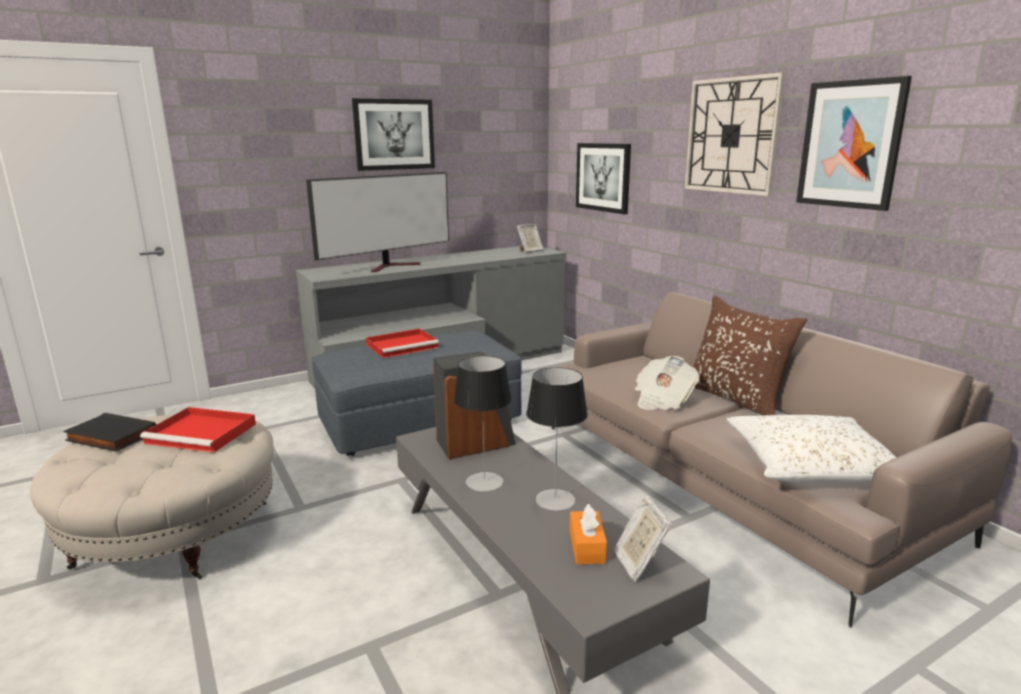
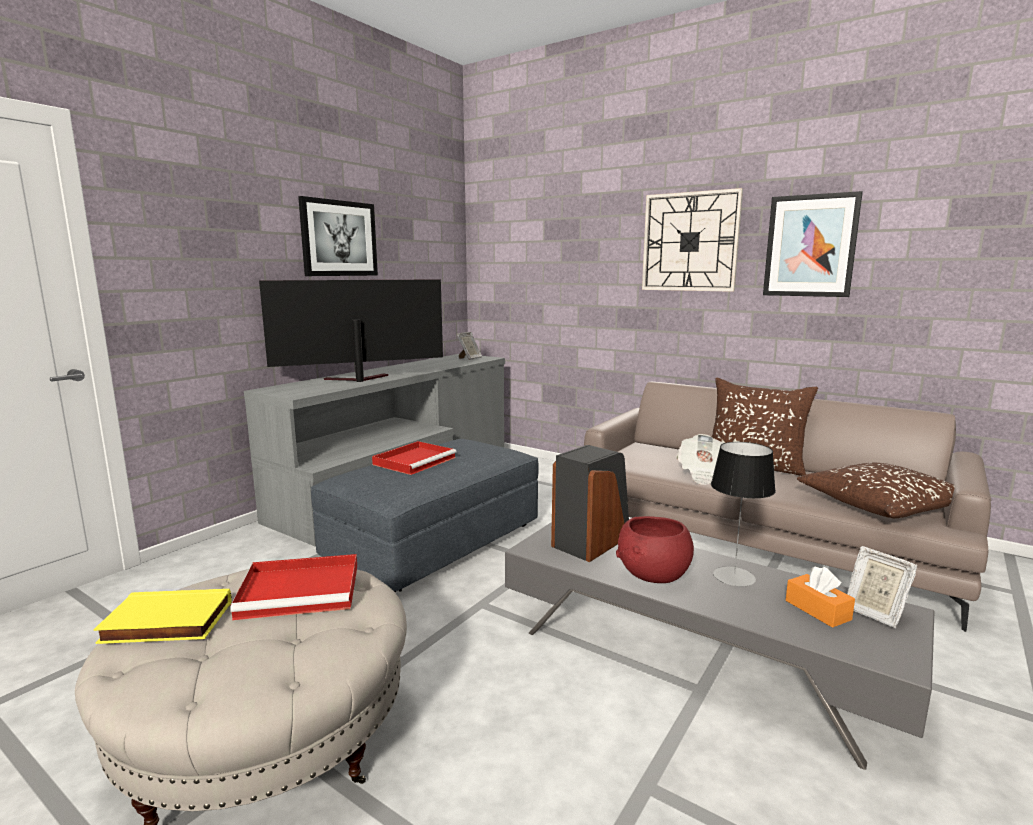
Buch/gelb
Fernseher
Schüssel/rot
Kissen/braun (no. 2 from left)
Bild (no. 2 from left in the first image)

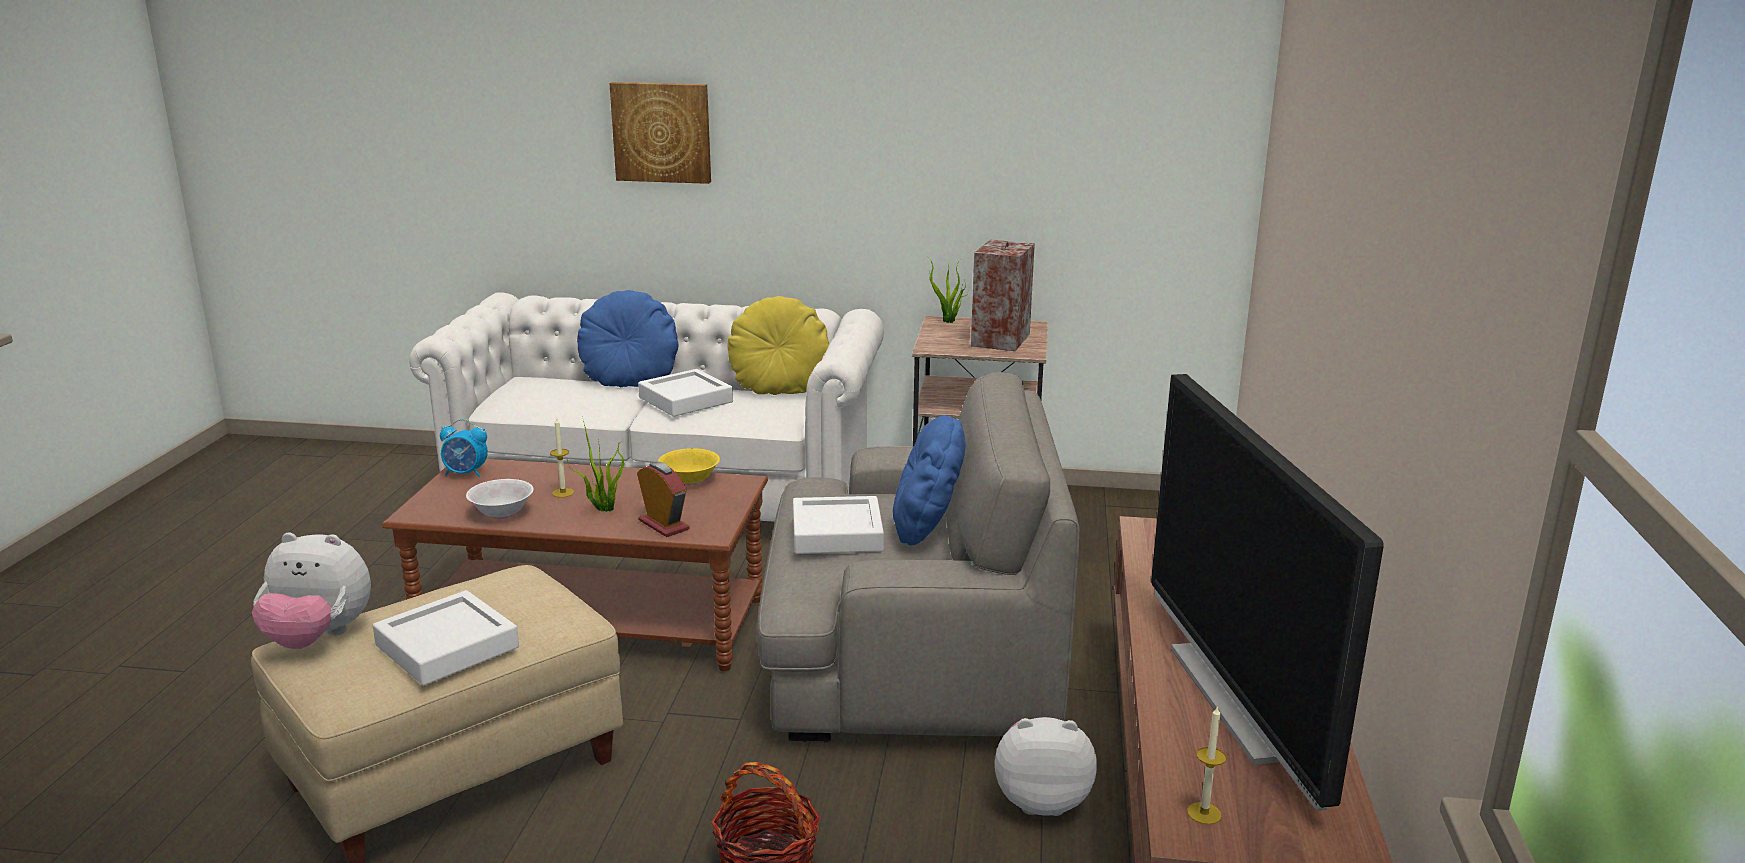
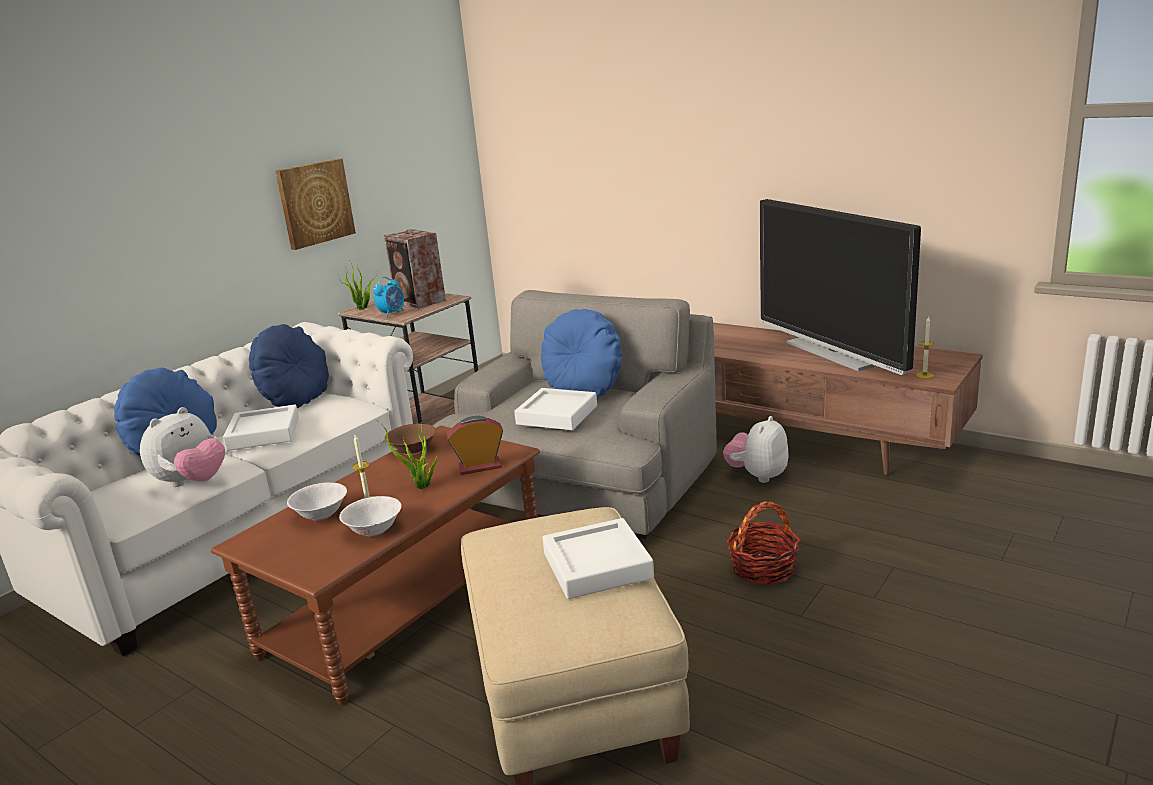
Plüschtier (no. 1 from left)
Kissen/blau (no. 2 from left)
Bild
Schüssel/weiß (no. 1 from left)
Wecker (no. 1 from left)
Schüssel/braun
Fernseher

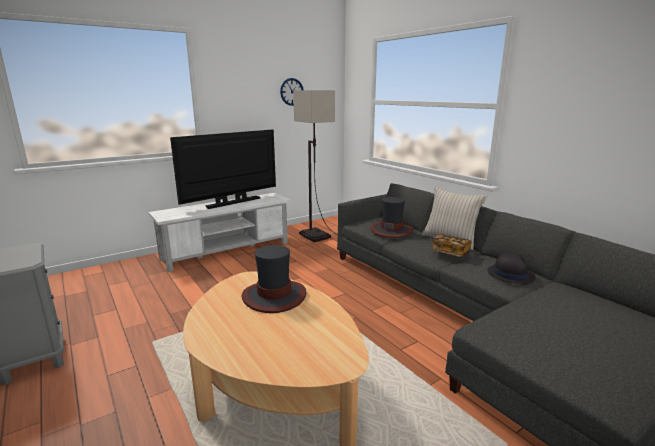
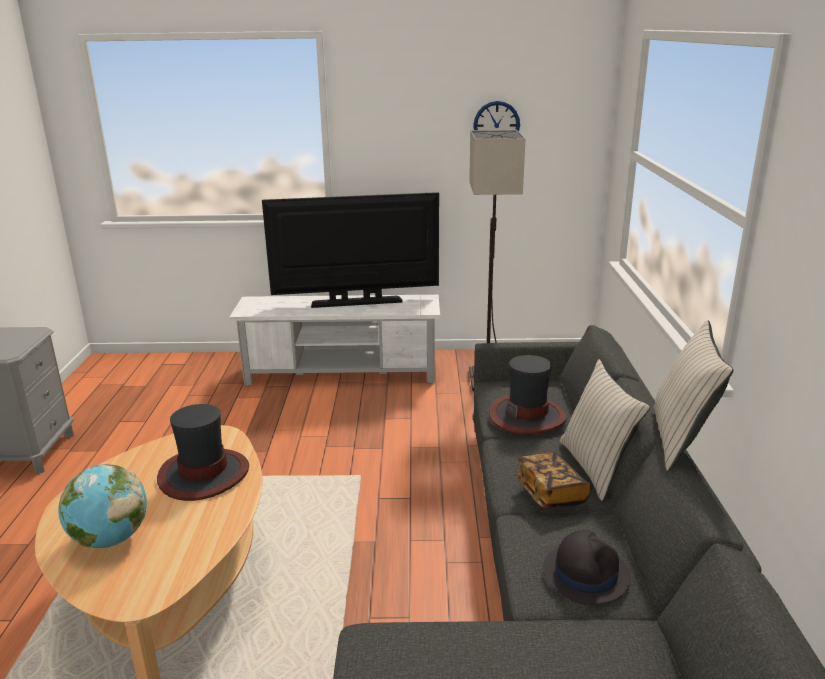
Globus
Kissen/beige (no. 2 from left)

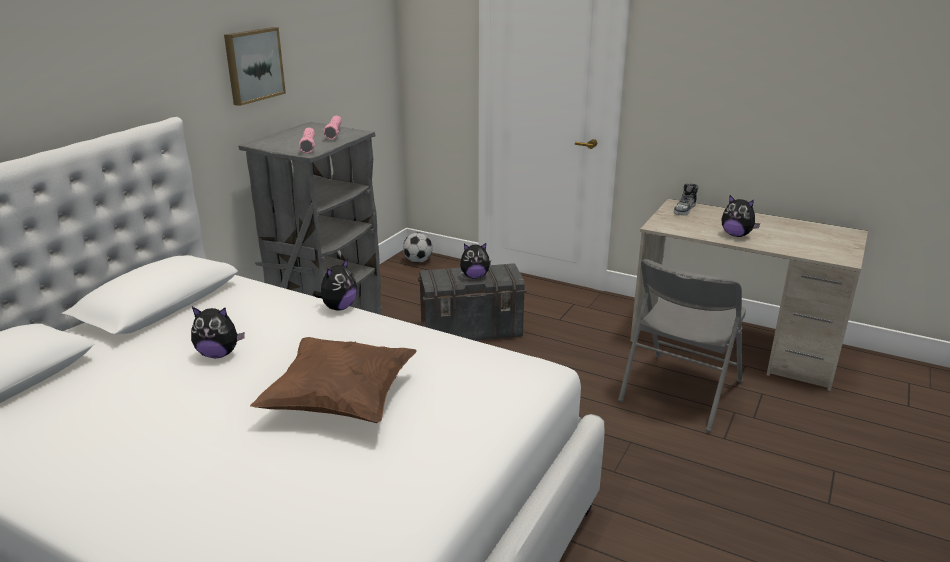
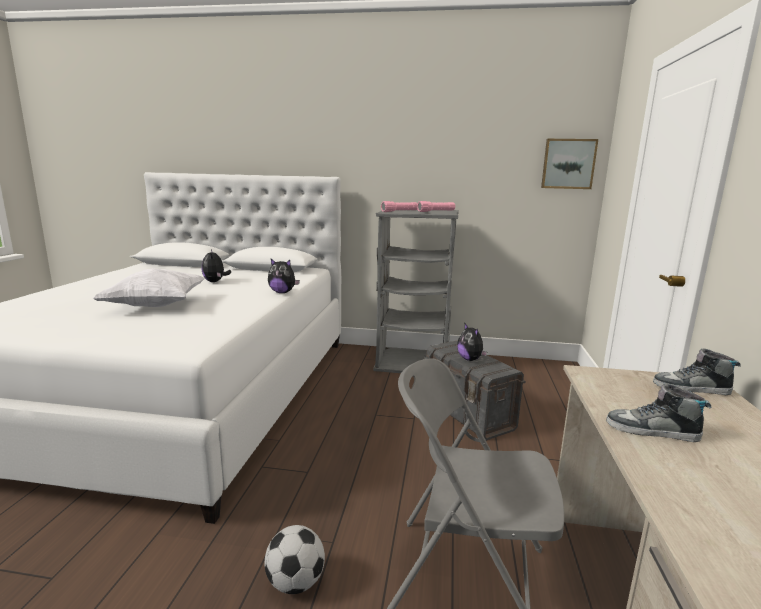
Kissen/weiß
Fußball
Bild
Schuh (no. 1 from left)

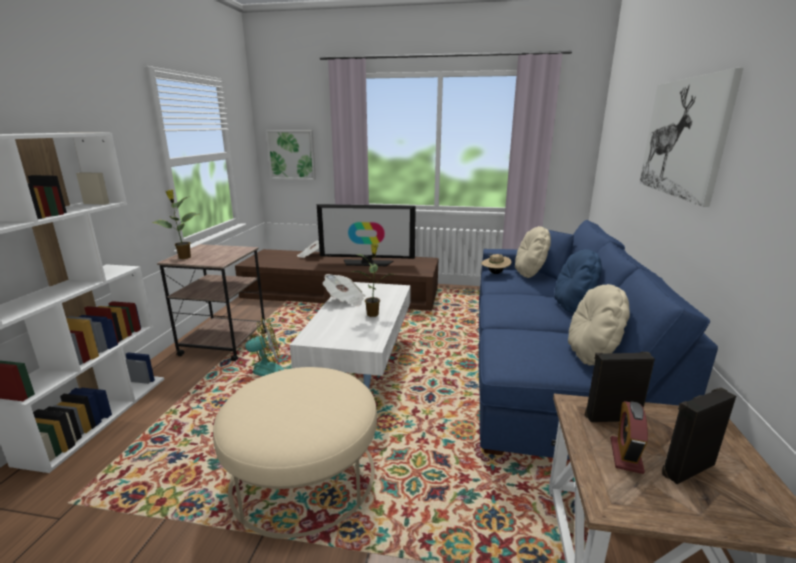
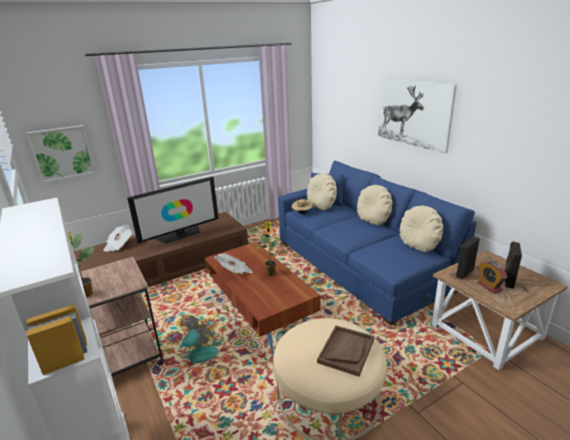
Couchtisch/braun
Tablett/braun
Kissen/beige (no. 2 from left)

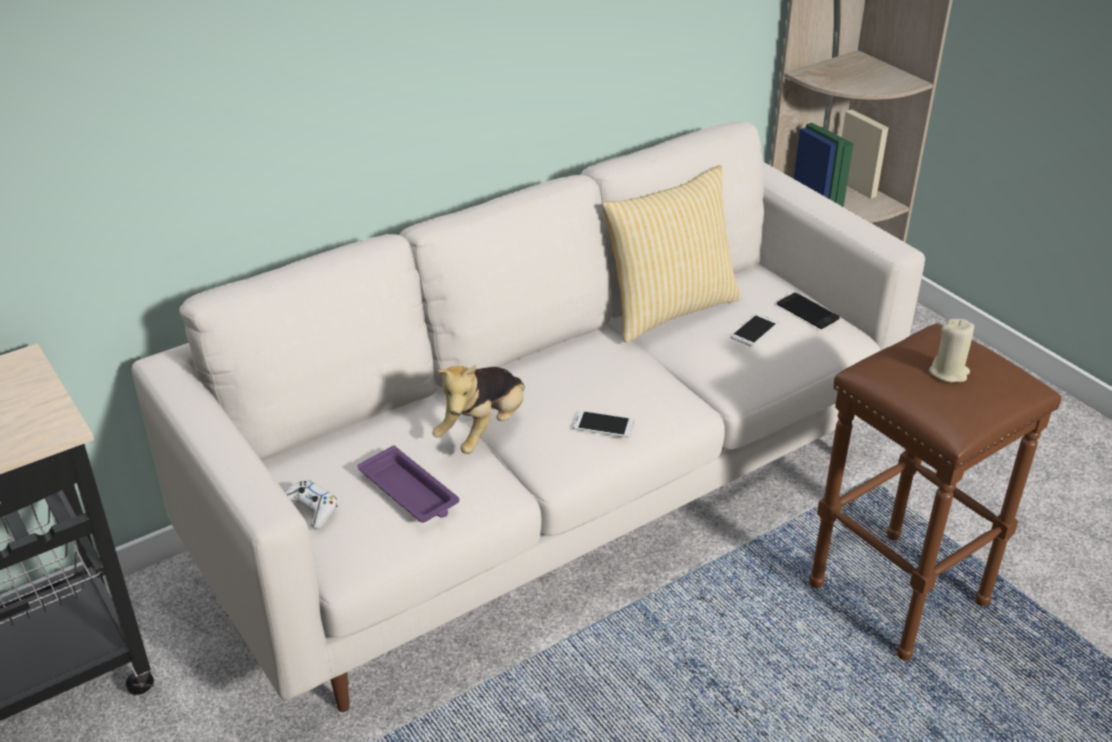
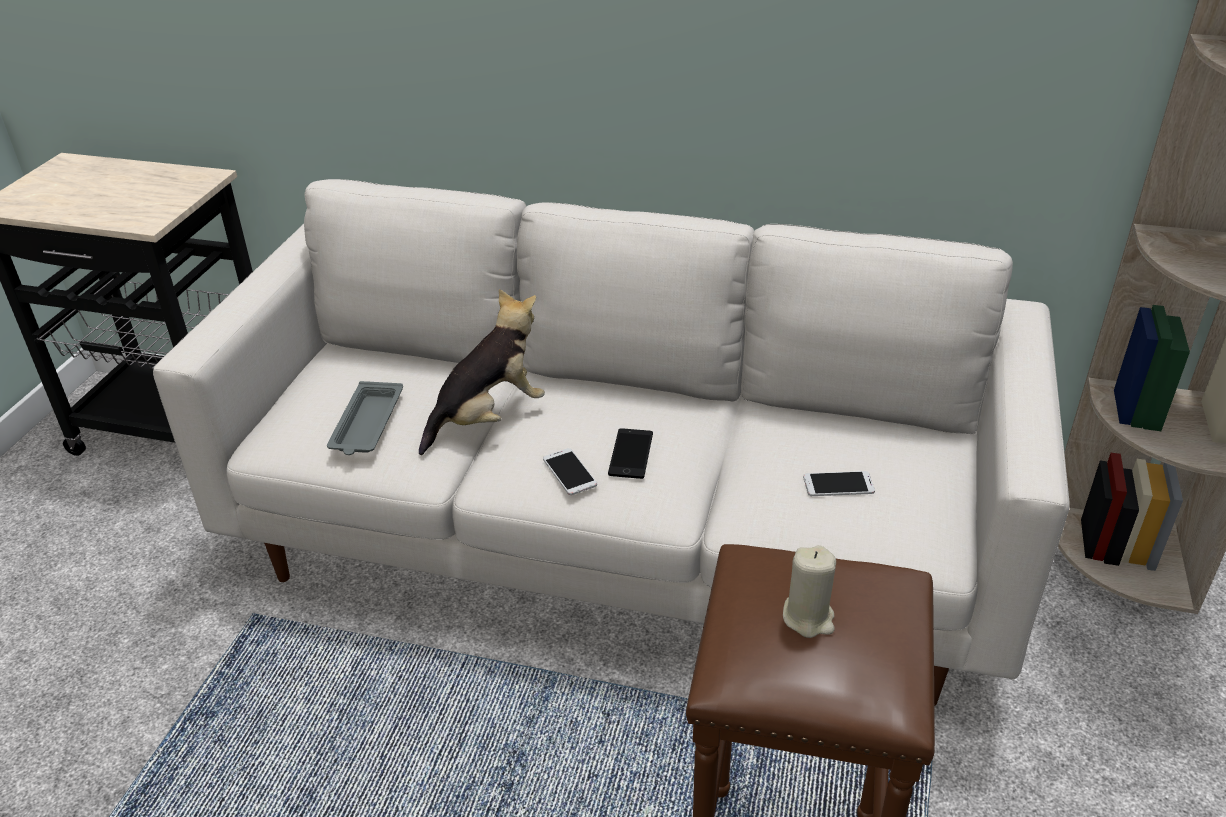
Tablett/grau
Plüschtier
Handy (no. 2 from left)
Gamepad/weiß
Kissen

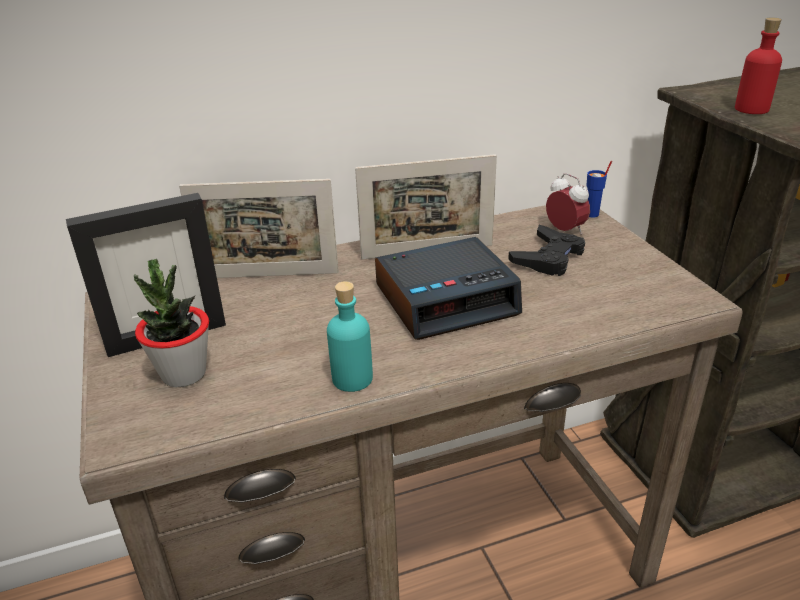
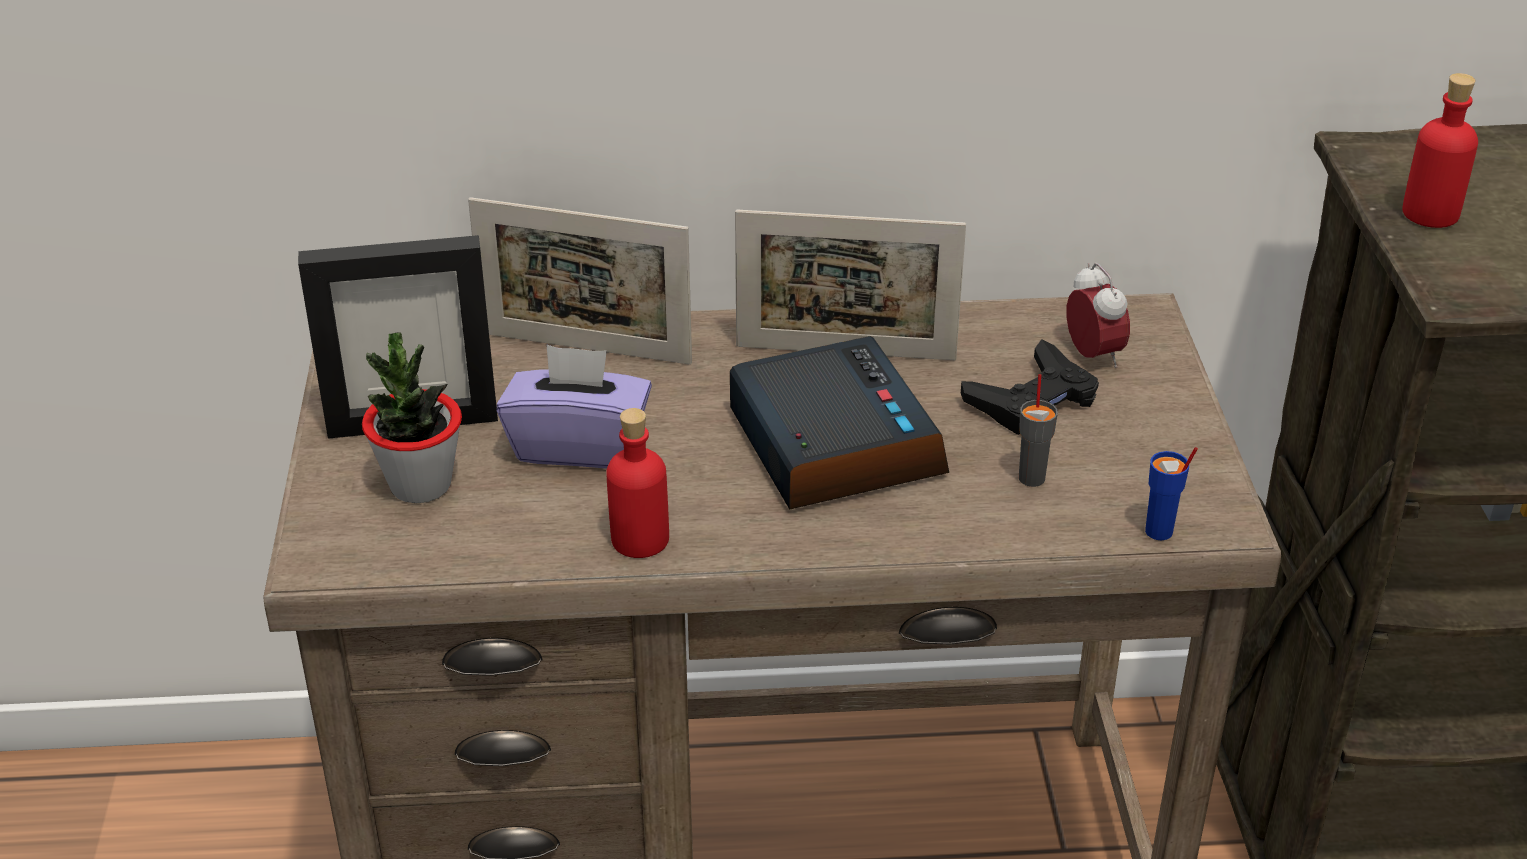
Taschentuchbox/lila
Flasche/rot (no. 1 from left)
Wecker (no. 1 from left)
Tasse/grau
Tasse/blau

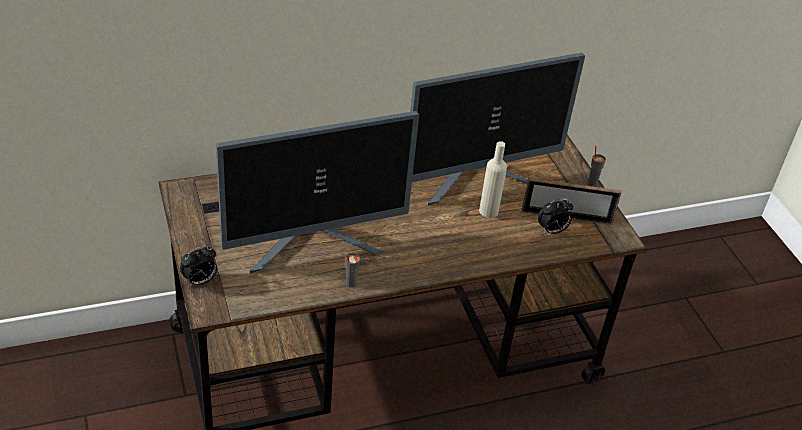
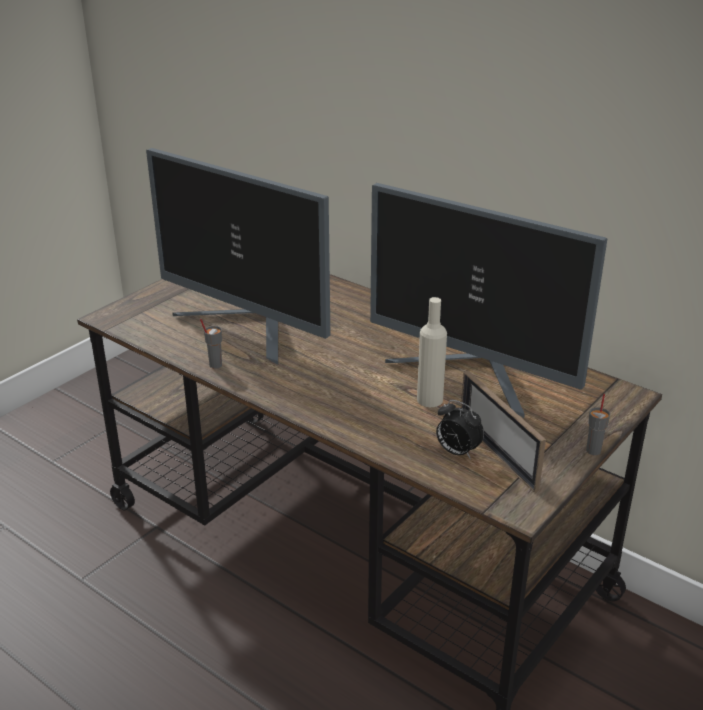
Wecker (no. 1 from left in the first image)

